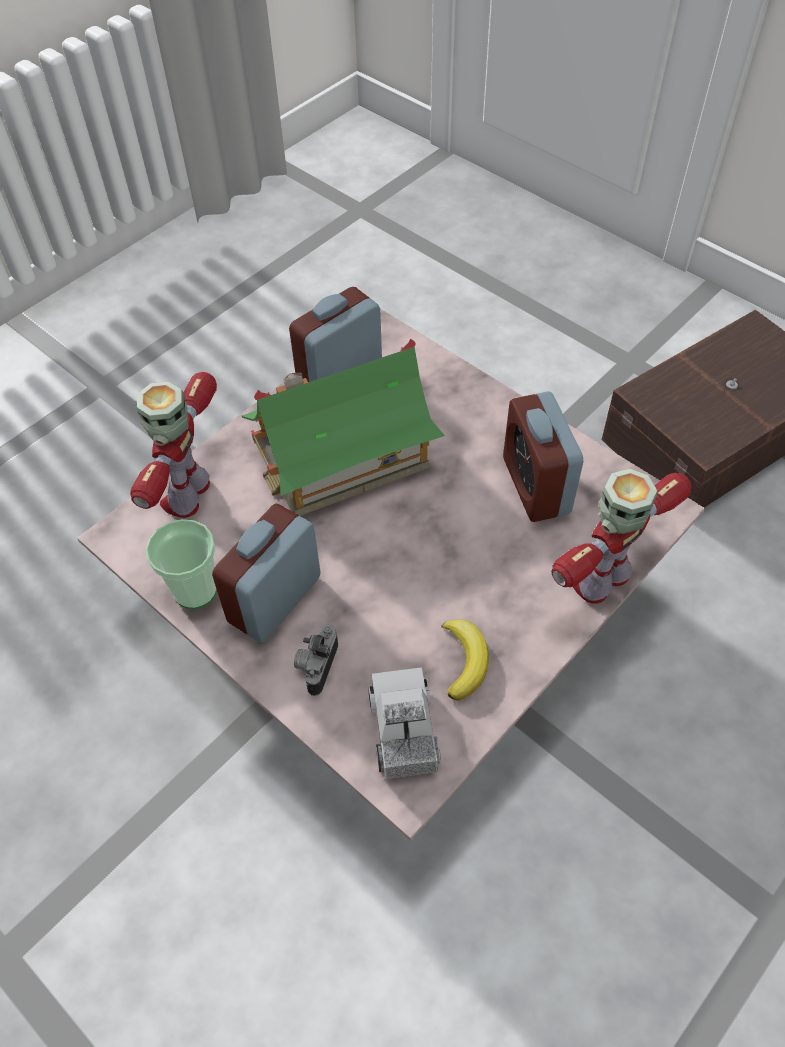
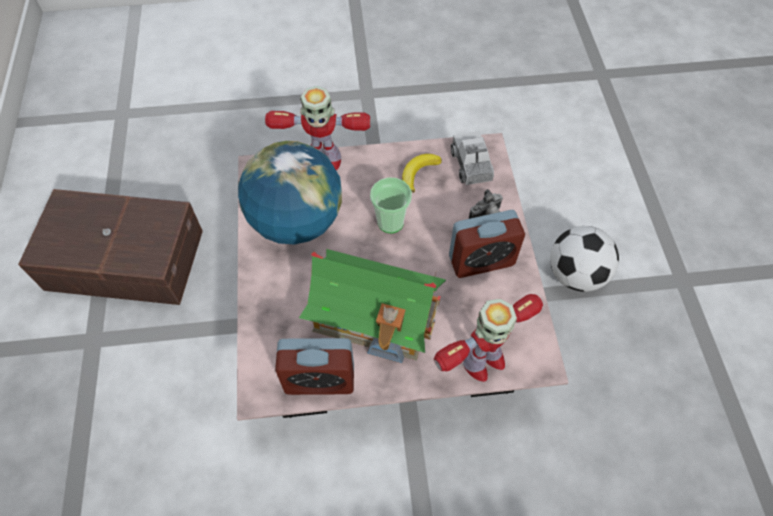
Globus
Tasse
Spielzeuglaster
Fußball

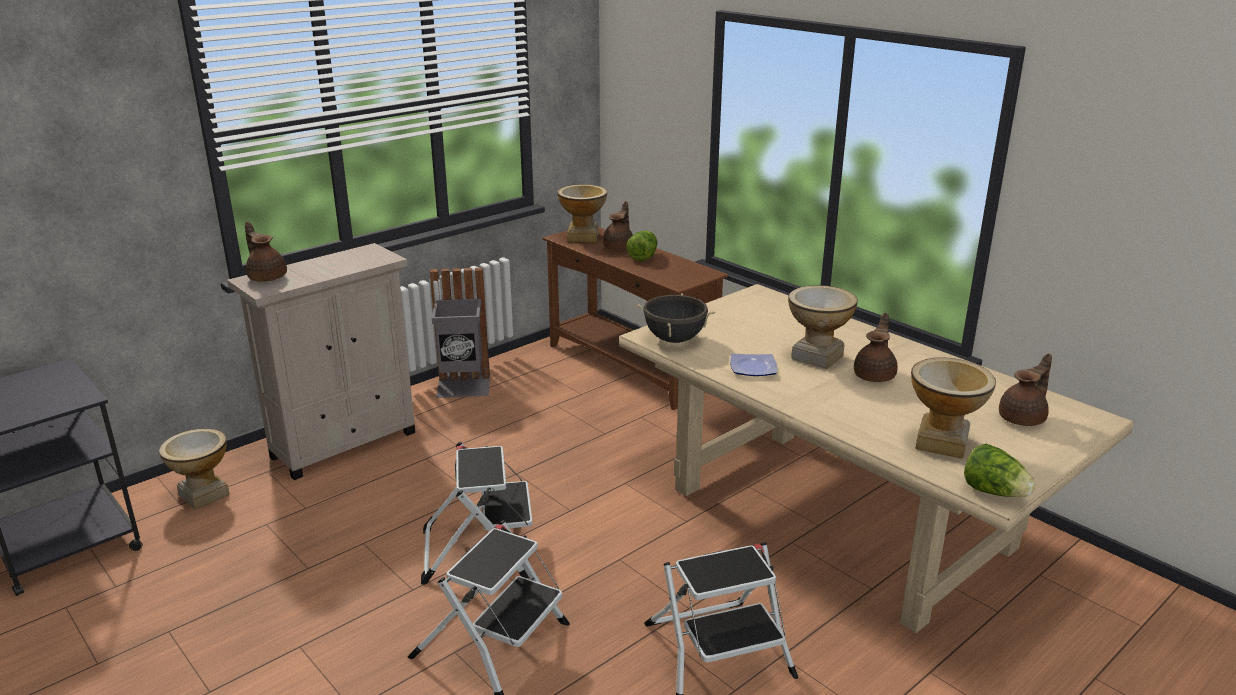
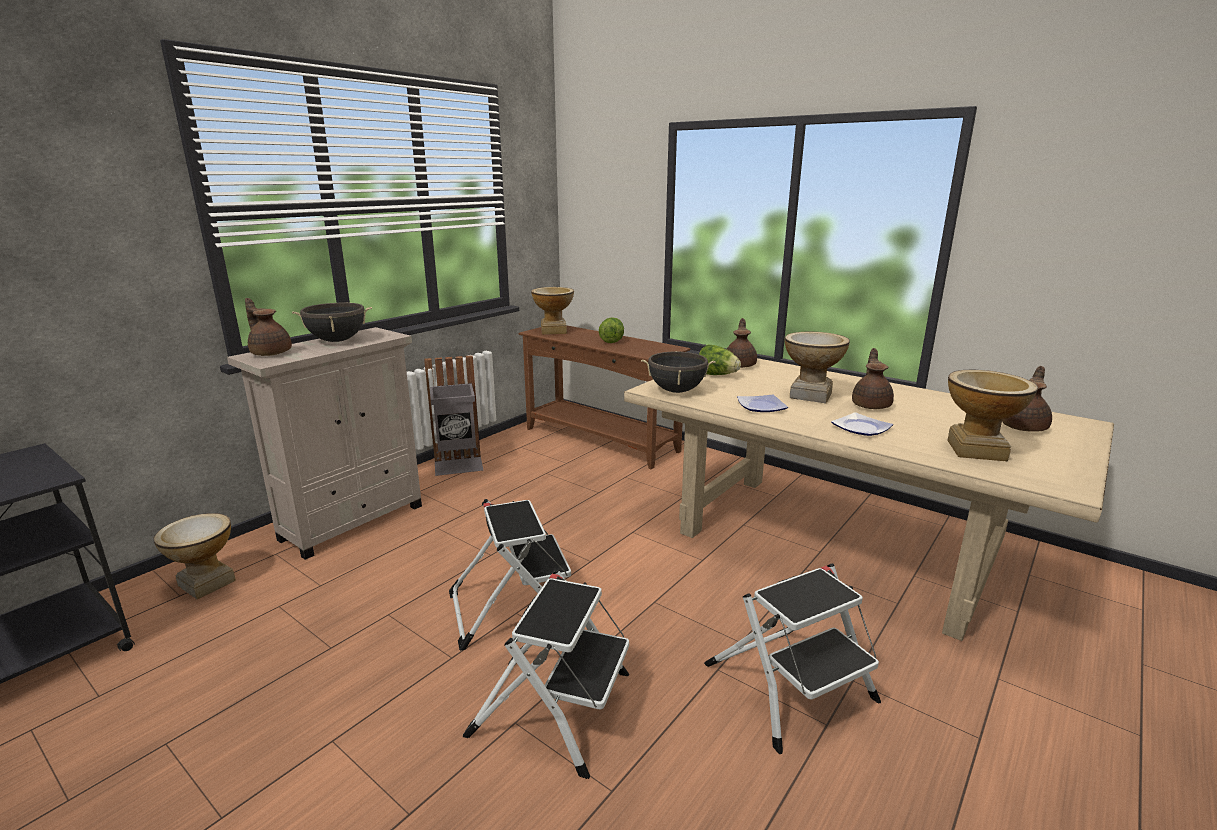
Kochtopf/schwarz (no. 1 from left)
Salatkopf (no. 2 from left)
Teekanne/braun (no. 2 from left)
Teller (no. 2 from left)

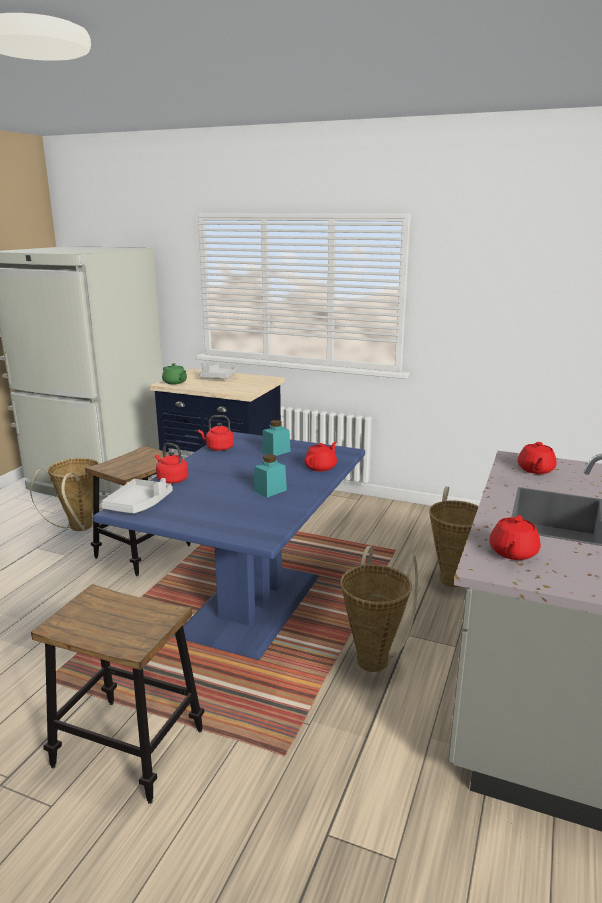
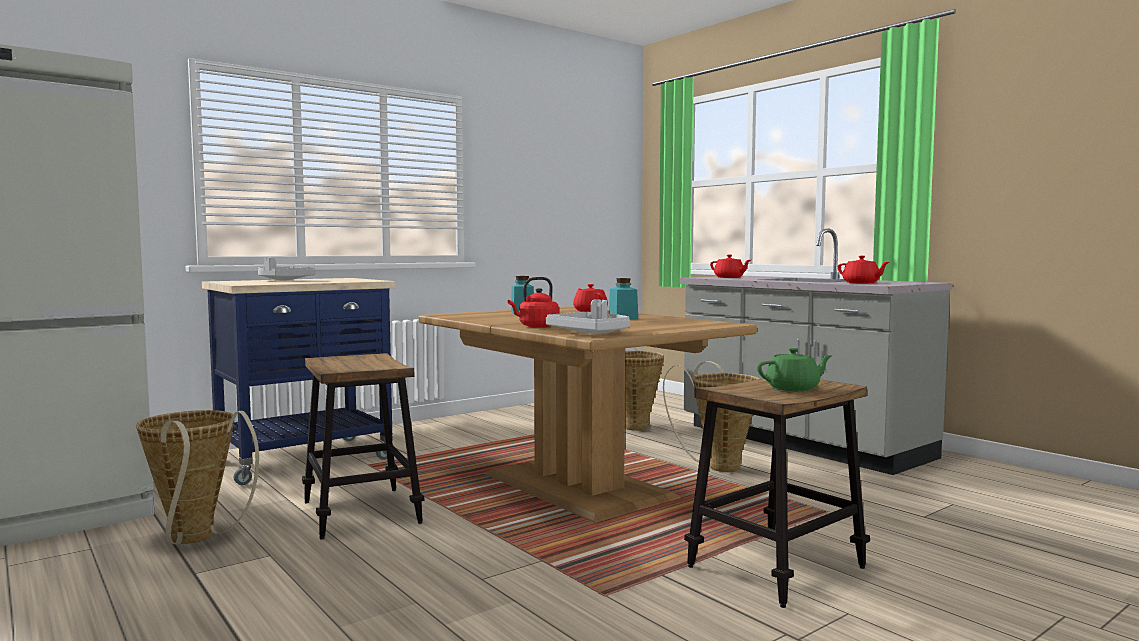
Esstisch/braun
Teekanne/grün
Wasserkessel/rot (no. 2 from left in the first image)

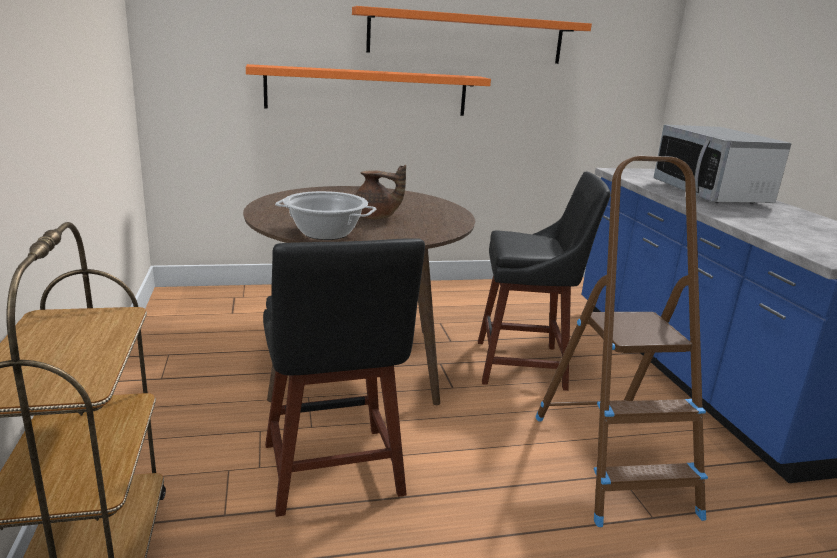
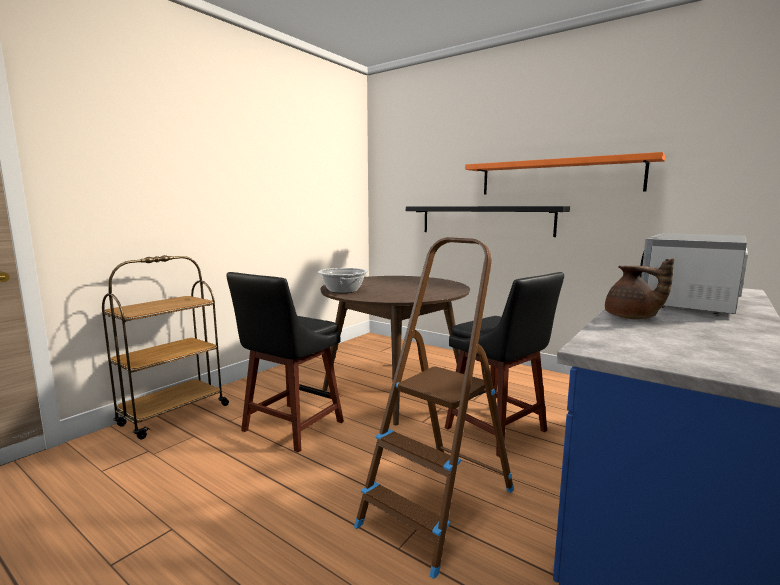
Wandregal/schwarz
Teekanne/braun

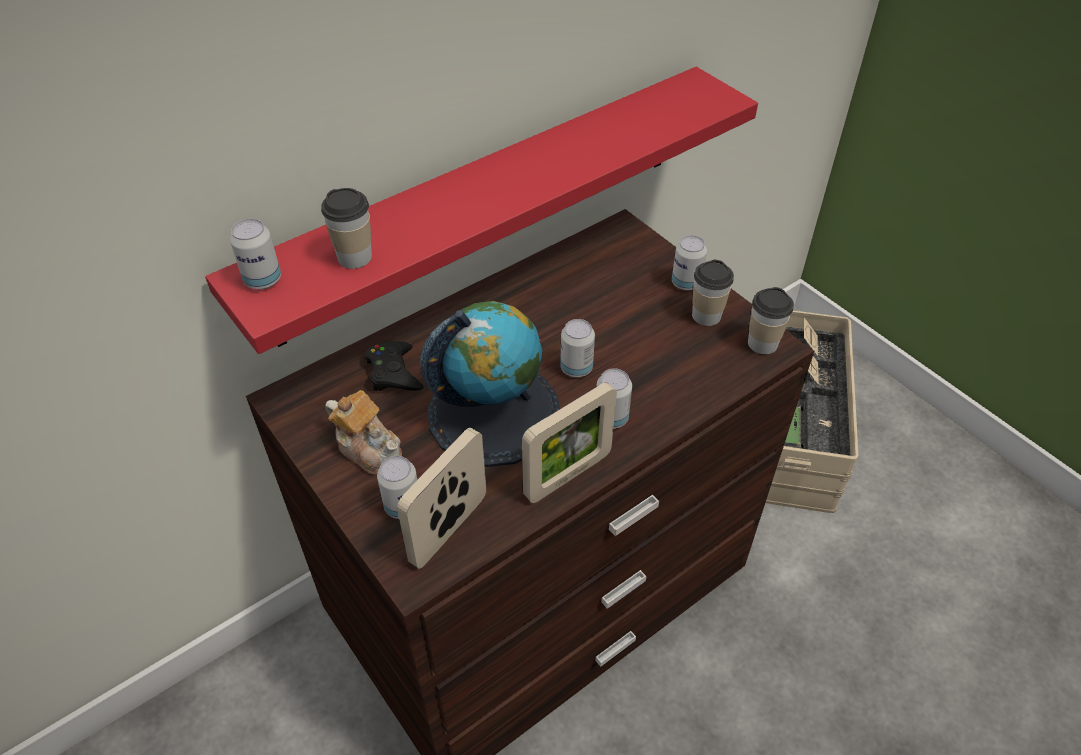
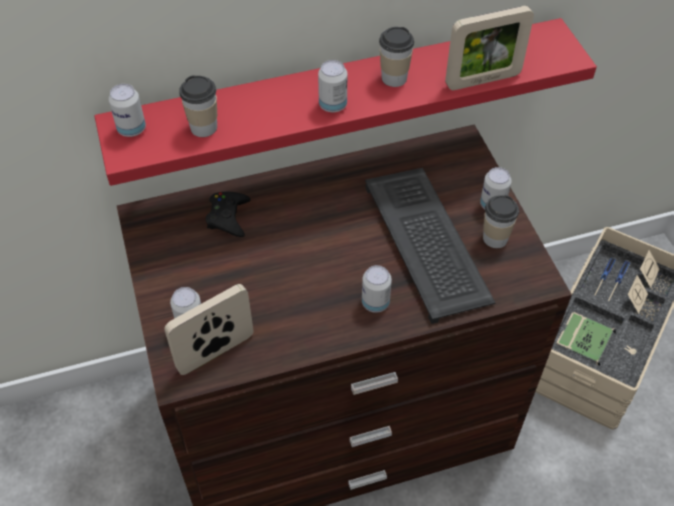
Dose (no. 3 from left)
Tastatur
Tasse (no. 2 from left)
Bilderrahmen (no. 2 from left)
Teekanne
Globus

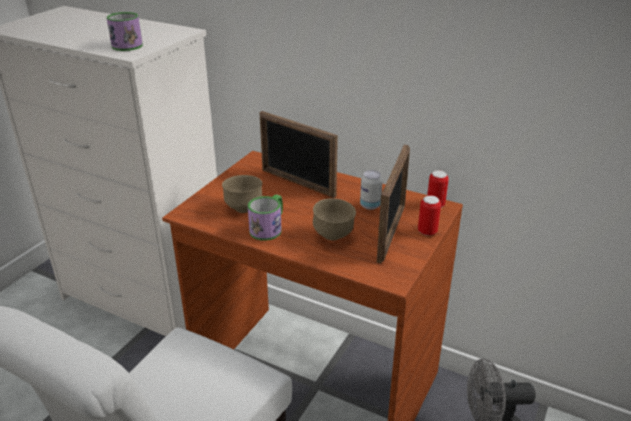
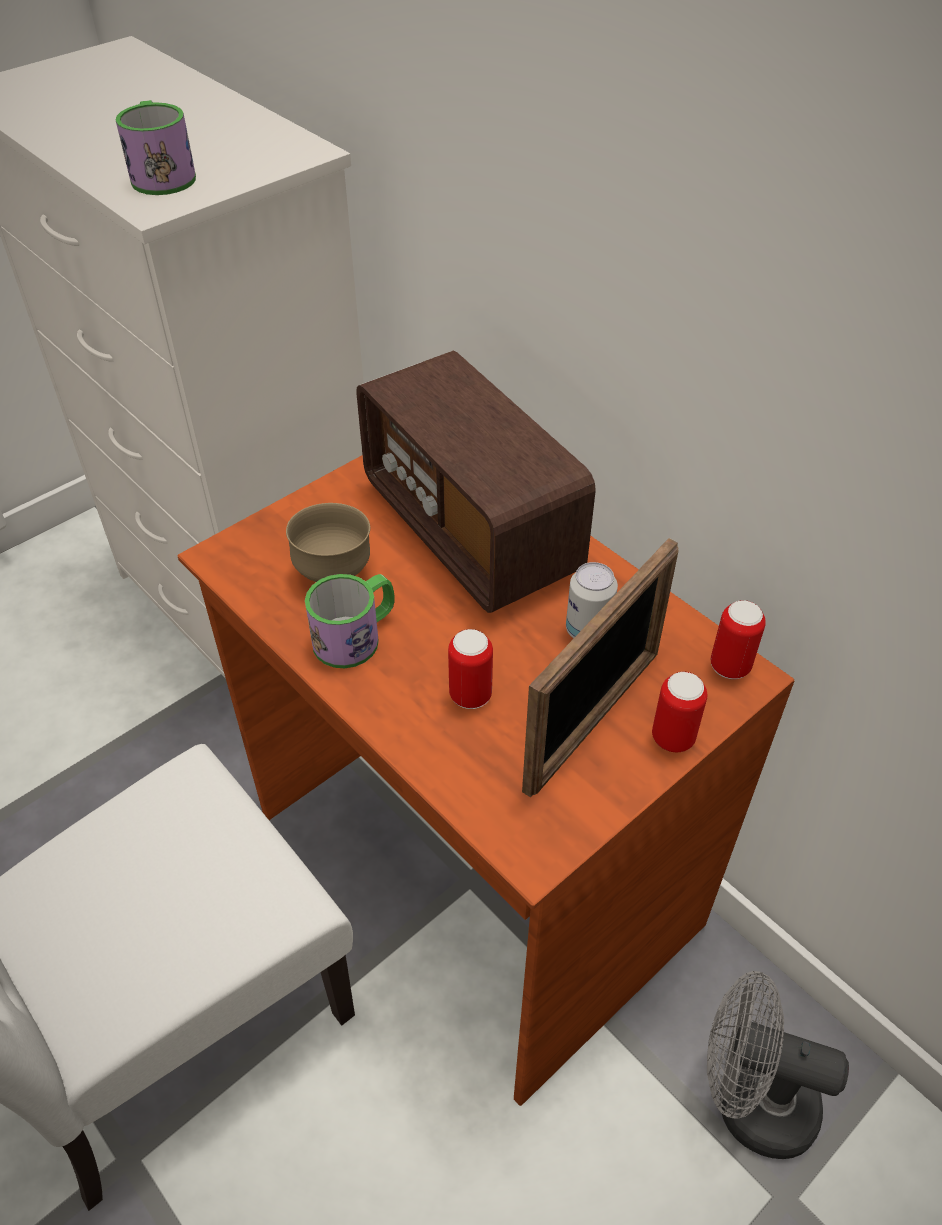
Radio
Dose (no. 1 from left)

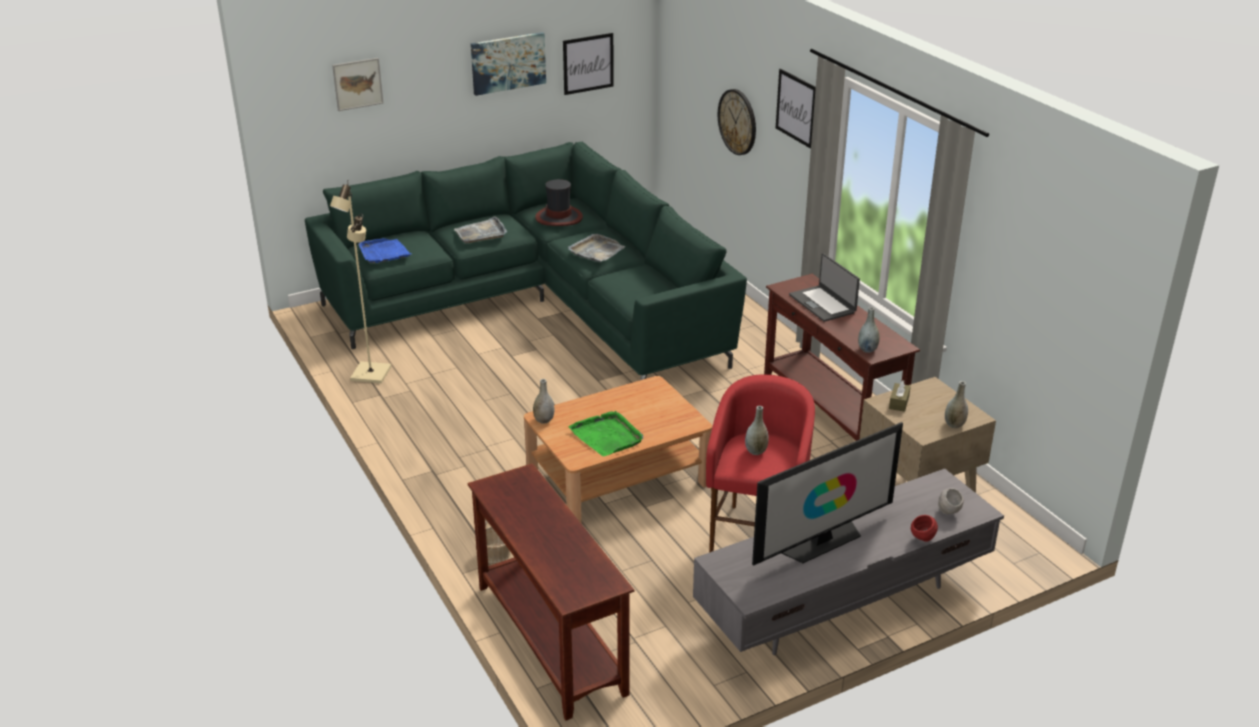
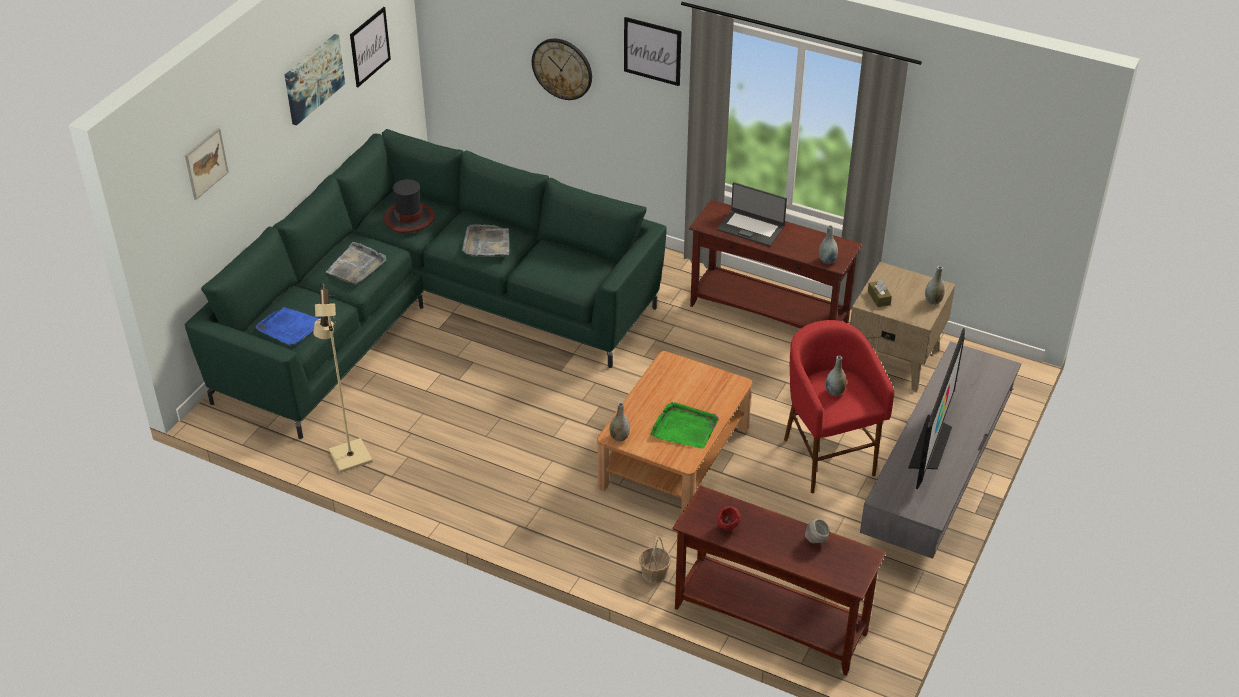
Schüssel/rot
Schüssel/grau

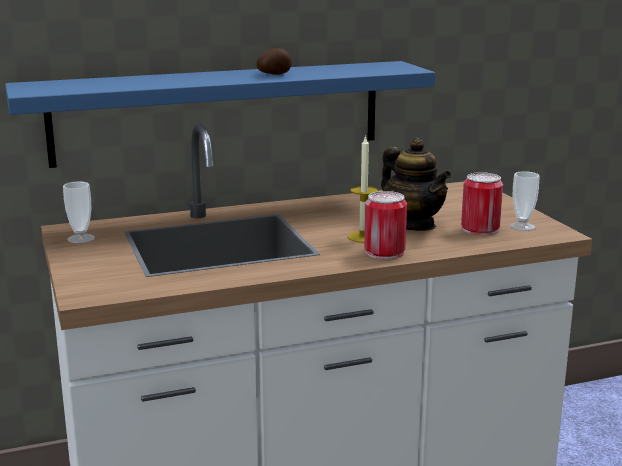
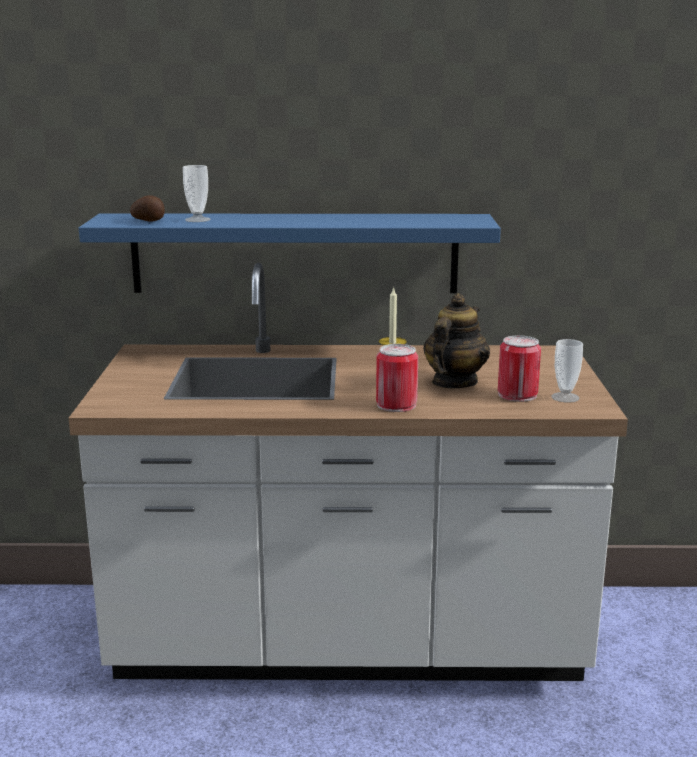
Kartoffel
Tasse (no. 1 from left)
Teekanne

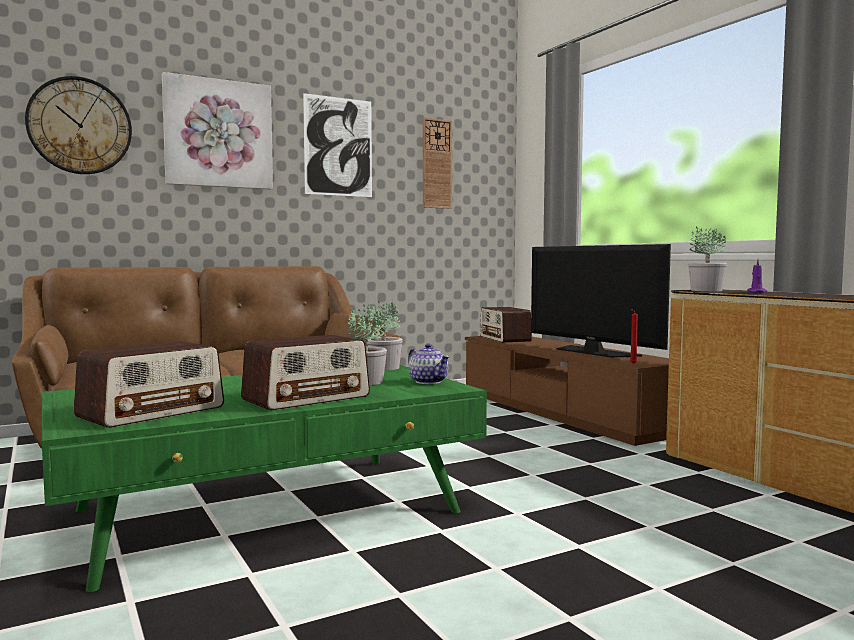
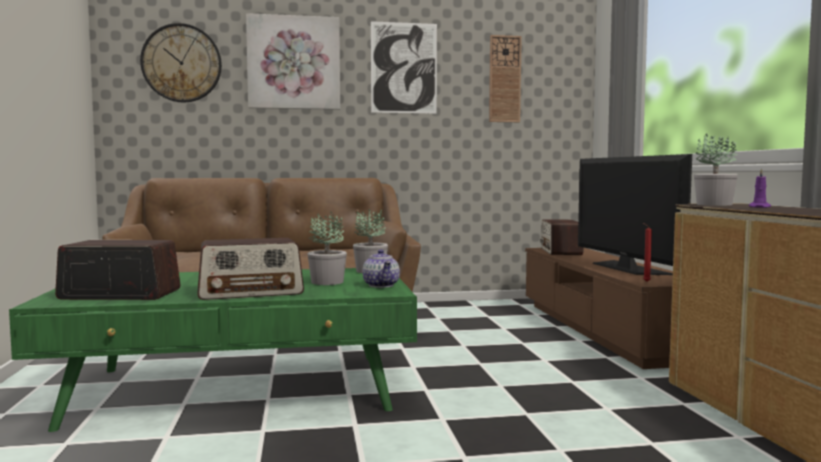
Radio (no. 1 from left)

